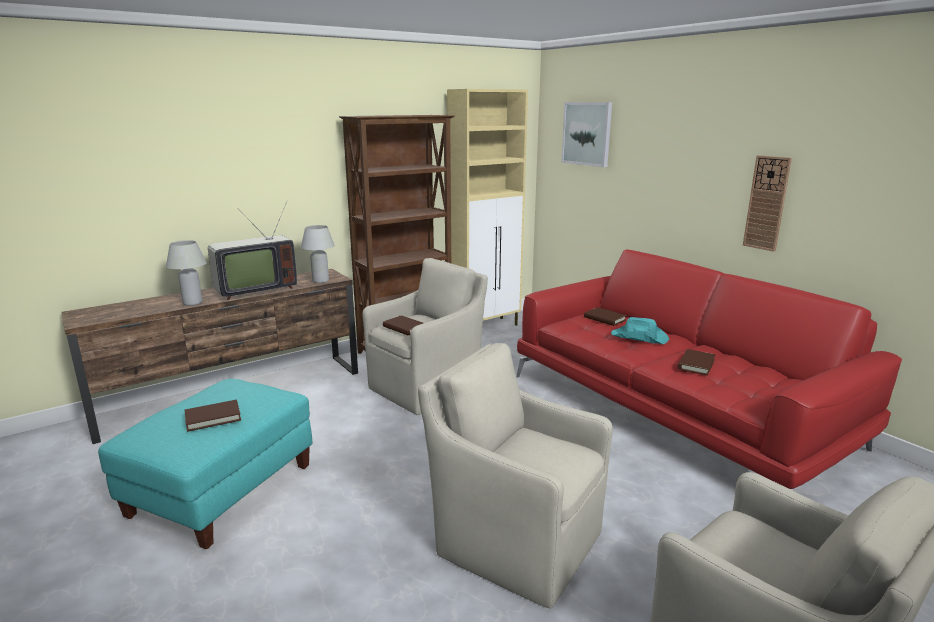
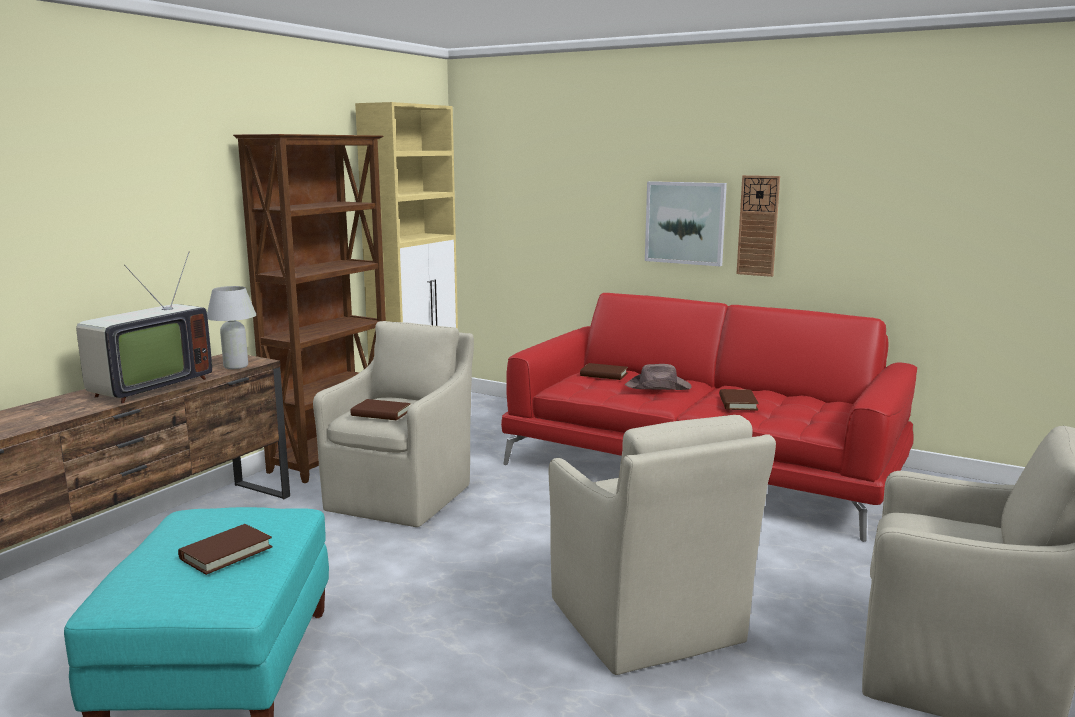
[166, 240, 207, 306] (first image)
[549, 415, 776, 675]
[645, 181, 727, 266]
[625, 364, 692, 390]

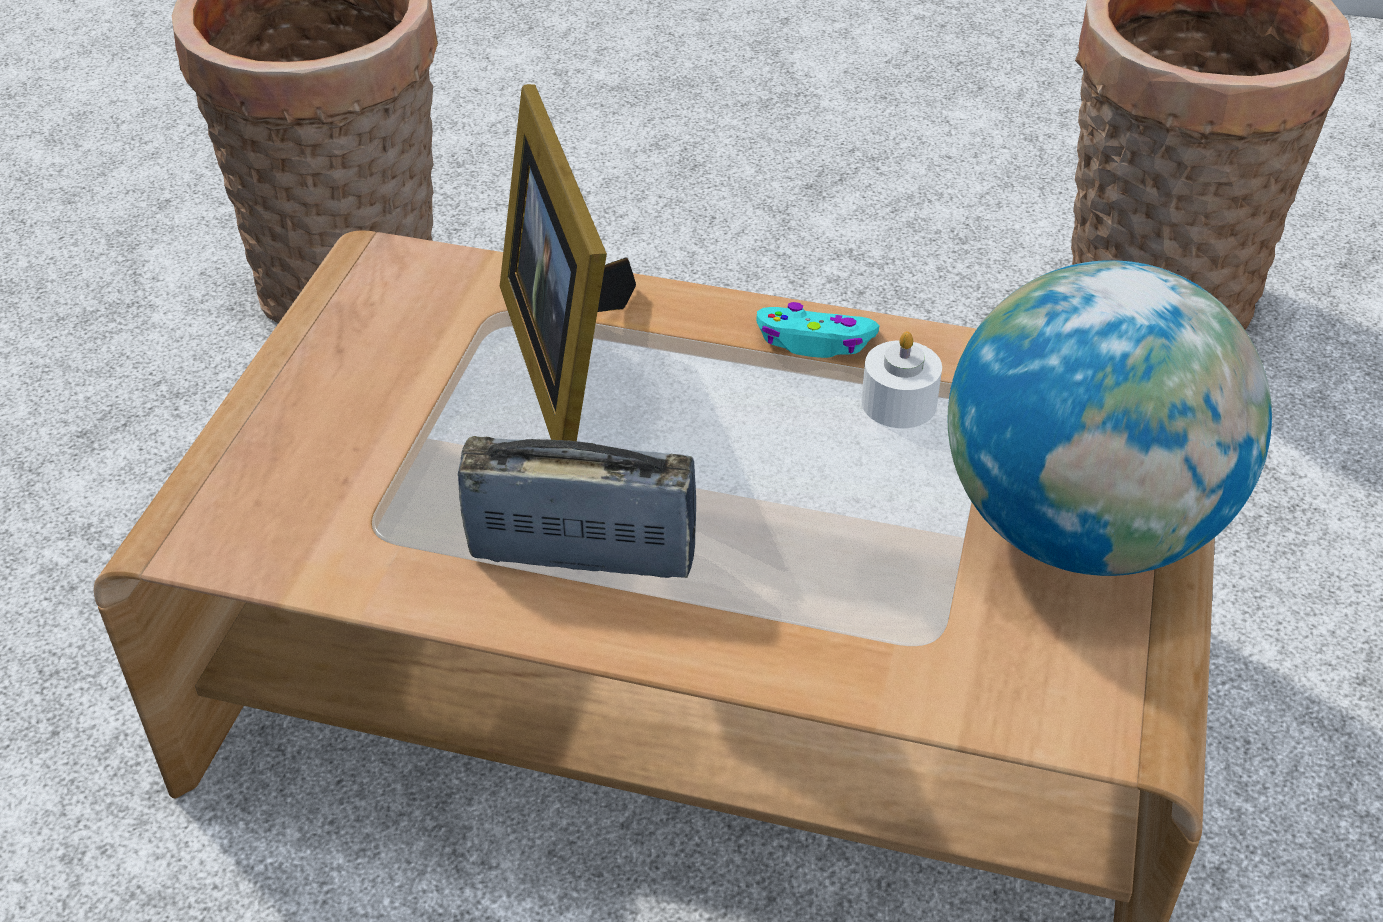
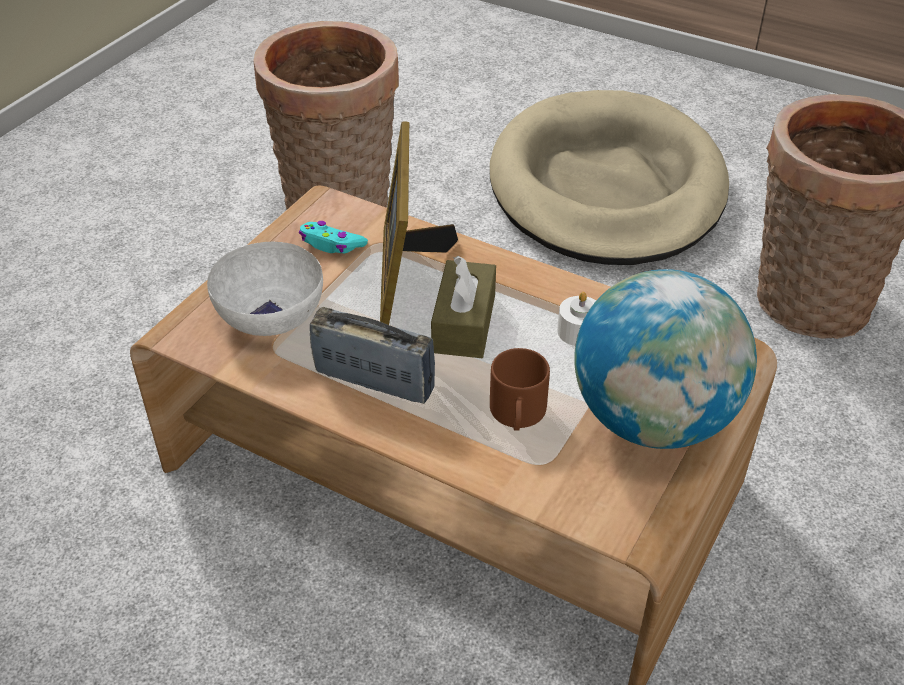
[299, 221, 368, 253]
[207, 242, 323, 336]
[431, 256, 496, 358]
[490, 90, 729, 265]
[490, 348, 550, 431]

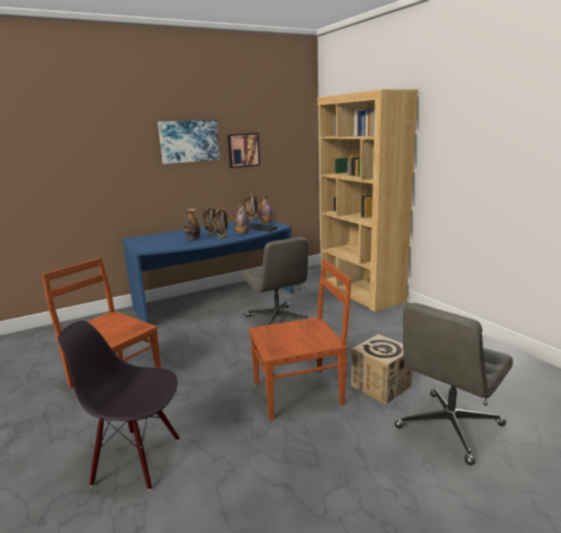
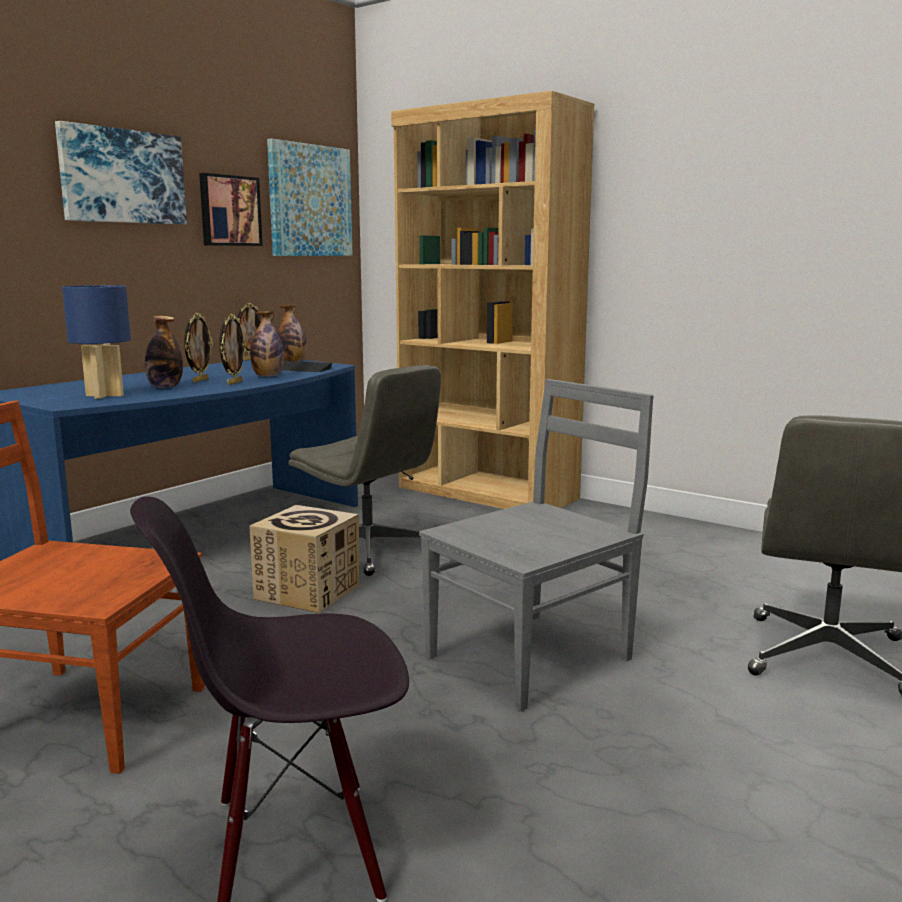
[419, 379, 654, 712]
[249, 505, 359, 613]
[62, 285, 131, 399]
[267, 139, 353, 256]

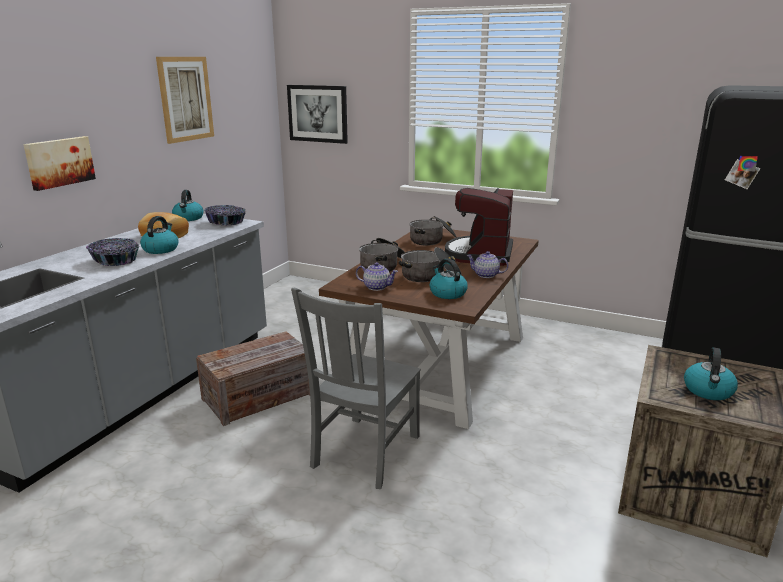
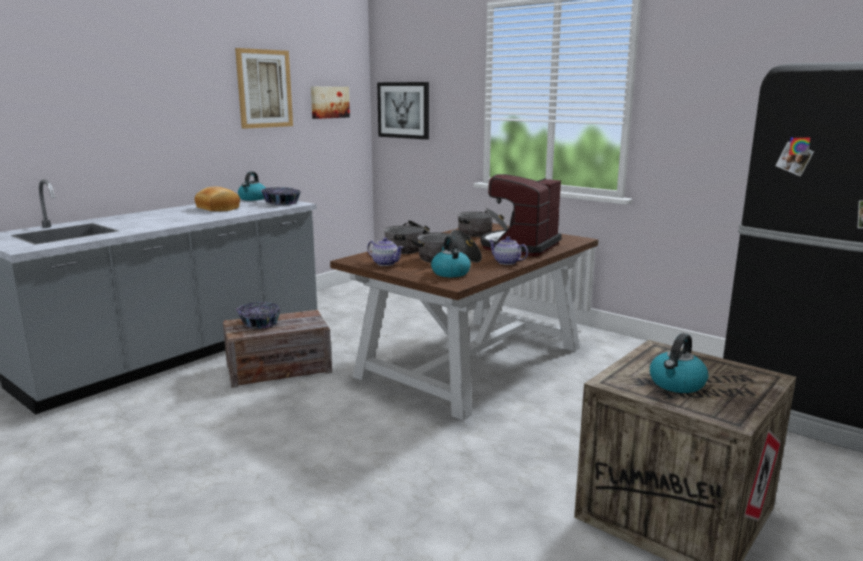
[311, 87, 350, 119]
[236, 302, 281, 329]
[140, 216, 179, 254] (first image)
[291, 288, 421, 489] (first image)

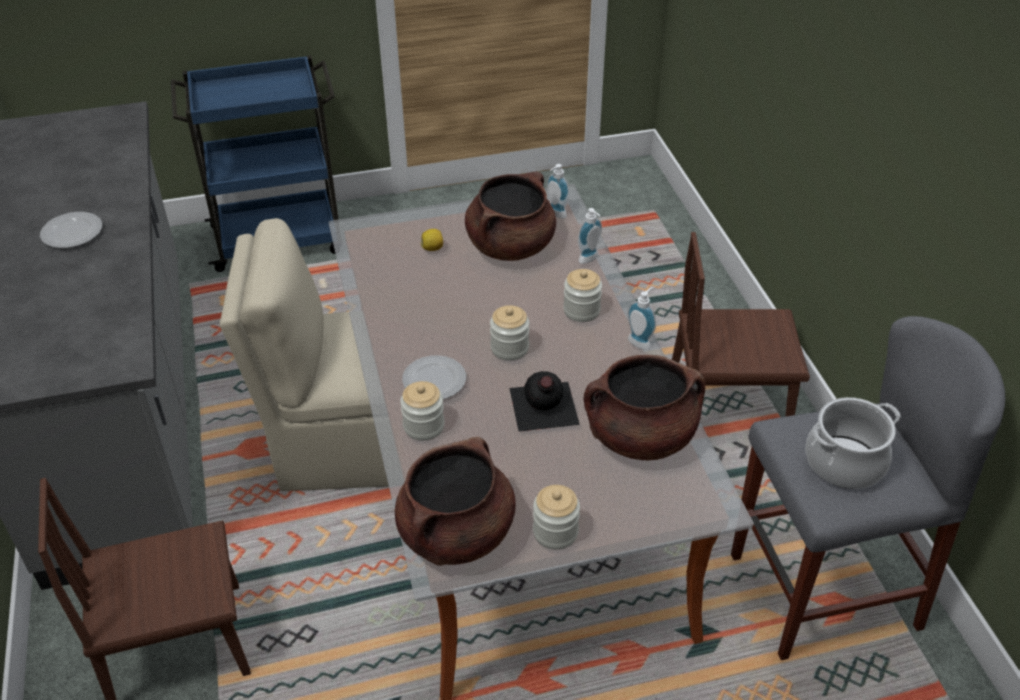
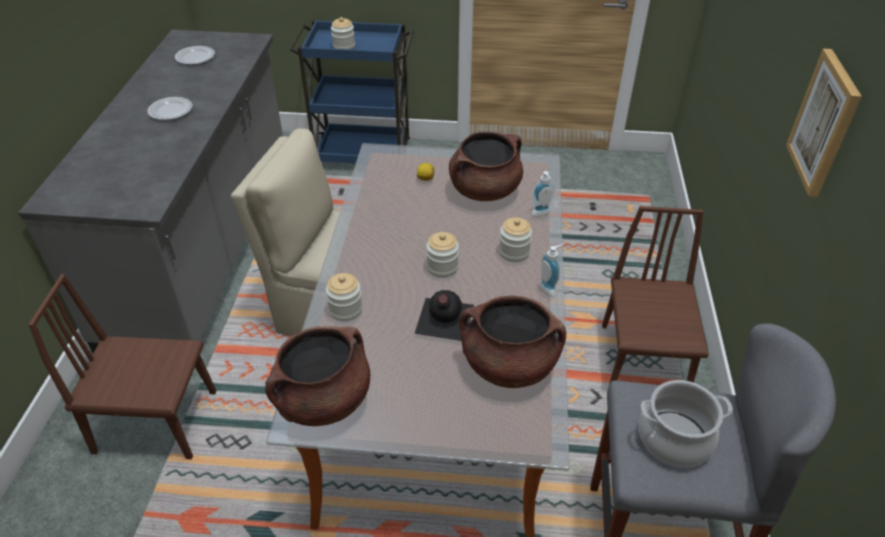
[175, 46, 215, 65]
[331, 17, 355, 49]
[547, 164, 569, 218] (first image)
[602, 206, 709, 385]
[786, 49, 862, 197]

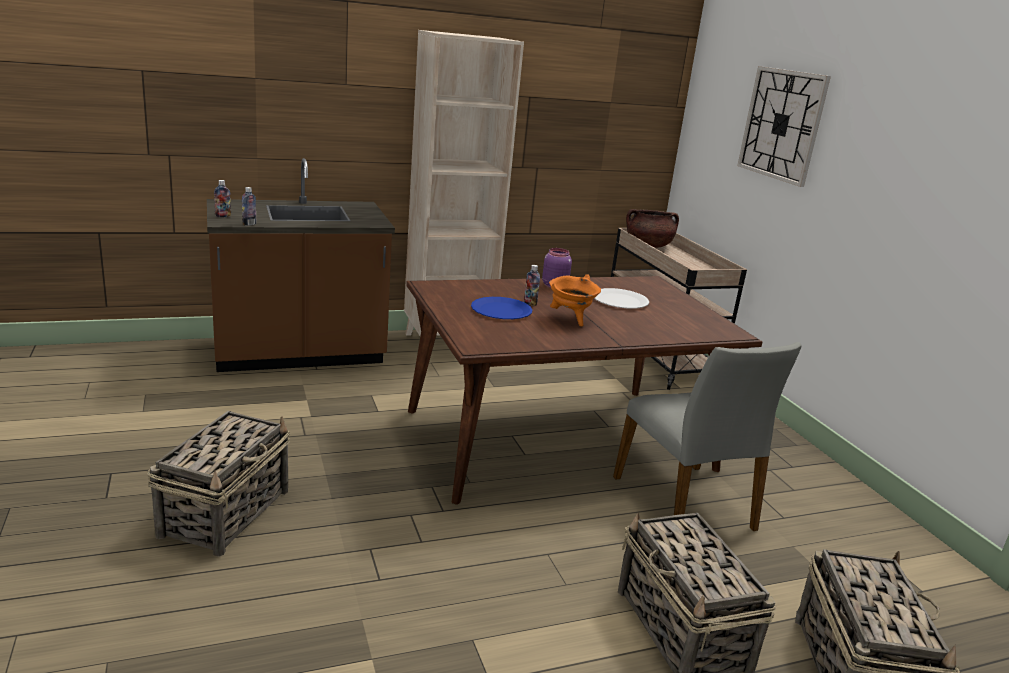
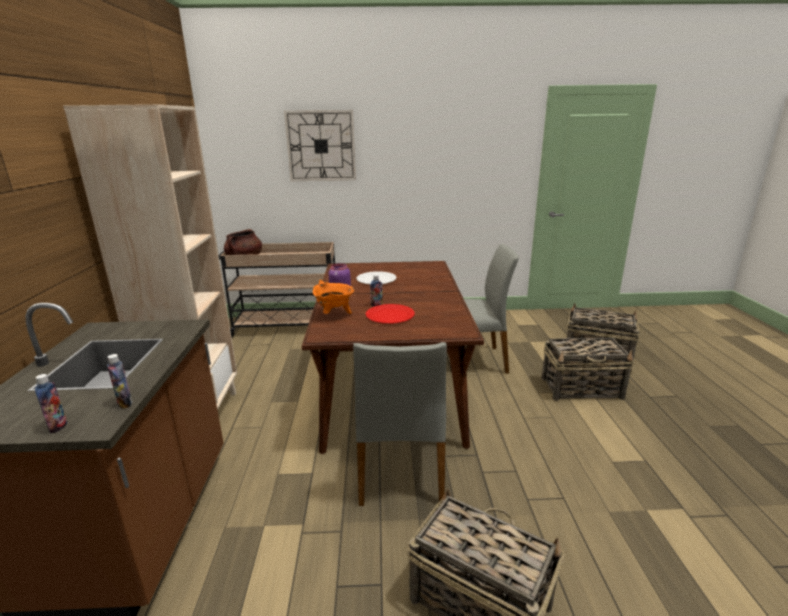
[366, 304, 415, 324]
[313, 280, 354, 314]
[353, 342, 447, 506]

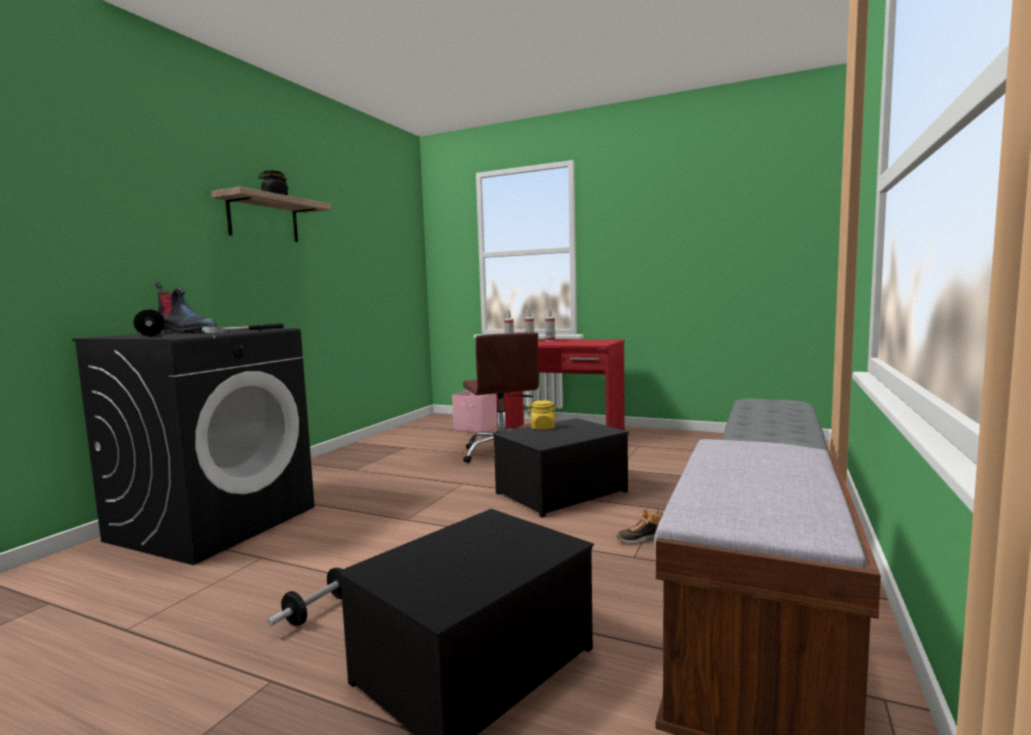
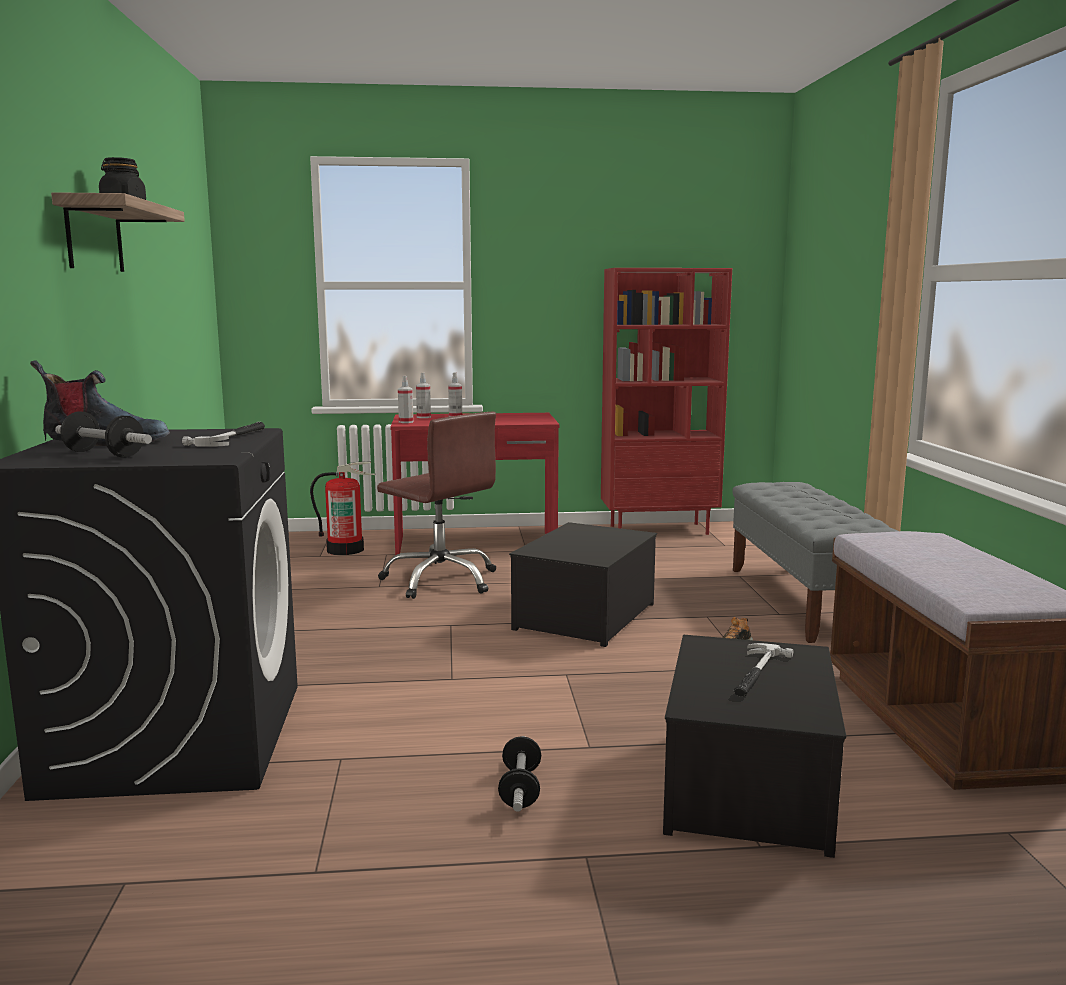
[310, 461, 375, 555]
[527, 401, 557, 430] (first image)
[601, 268, 732, 535]
[734, 643, 794, 697]

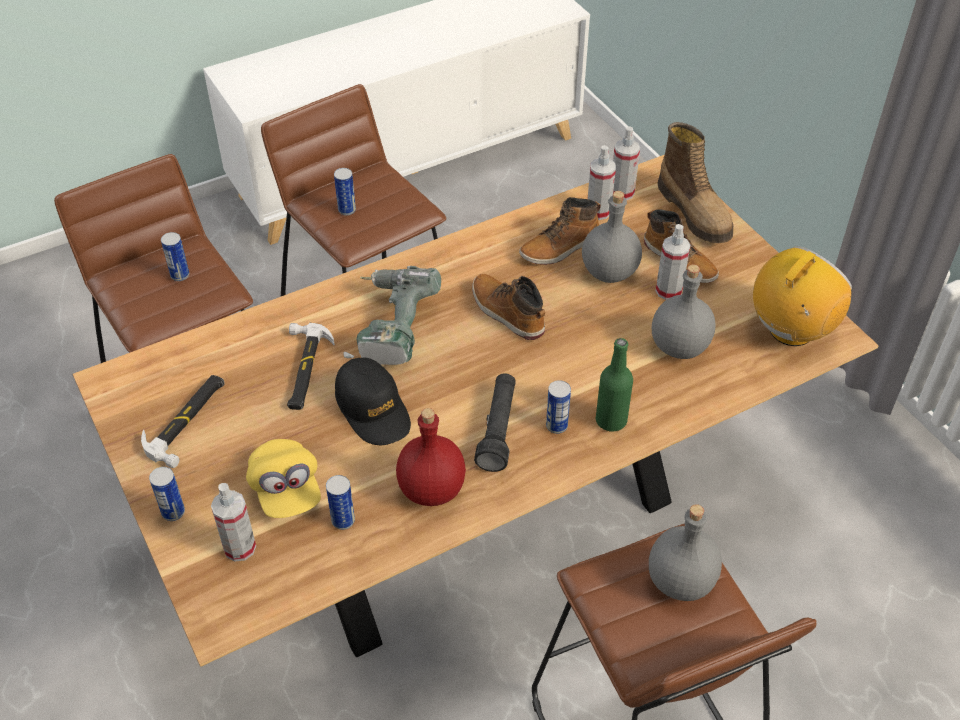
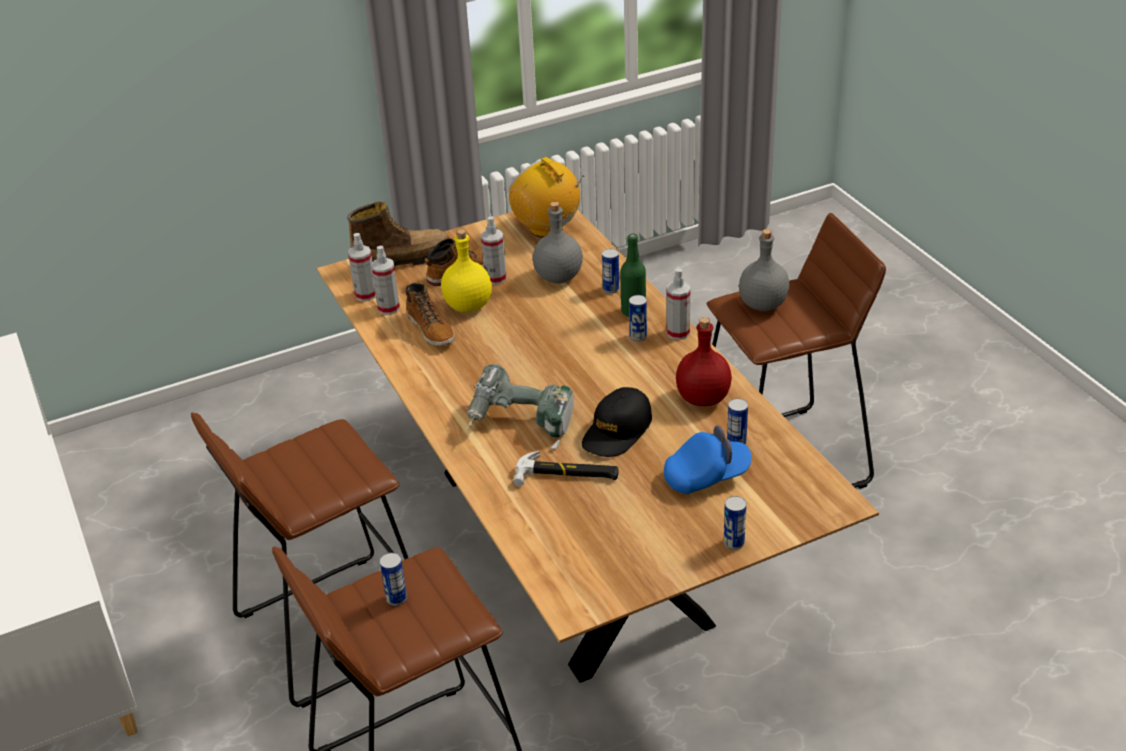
[141, 375, 224, 468] (first image)
[666, 268, 691, 340]
[664, 425, 752, 494]
[602, 249, 619, 294]
[582, 387, 652, 457]
[472, 274, 545, 340] (first image)
[474, 373, 516, 472] (first image)
[441, 229, 492, 312]

